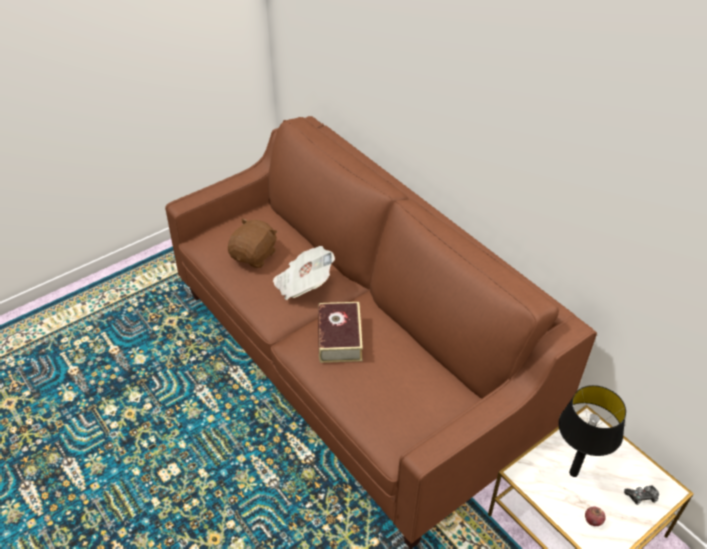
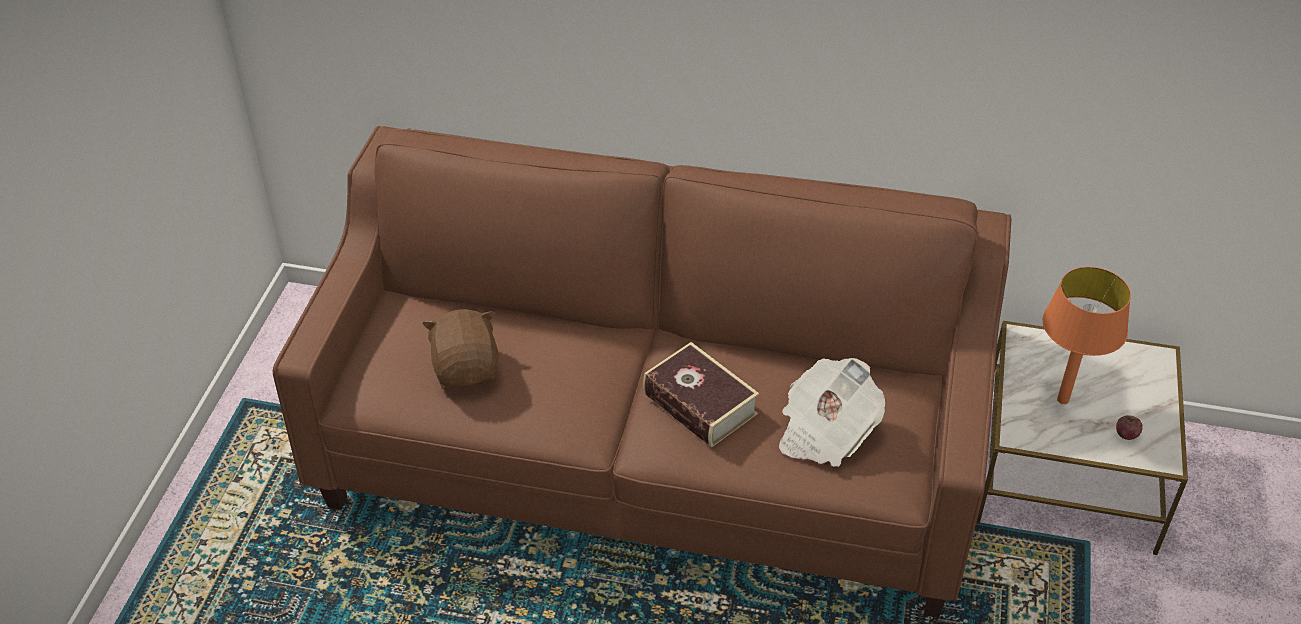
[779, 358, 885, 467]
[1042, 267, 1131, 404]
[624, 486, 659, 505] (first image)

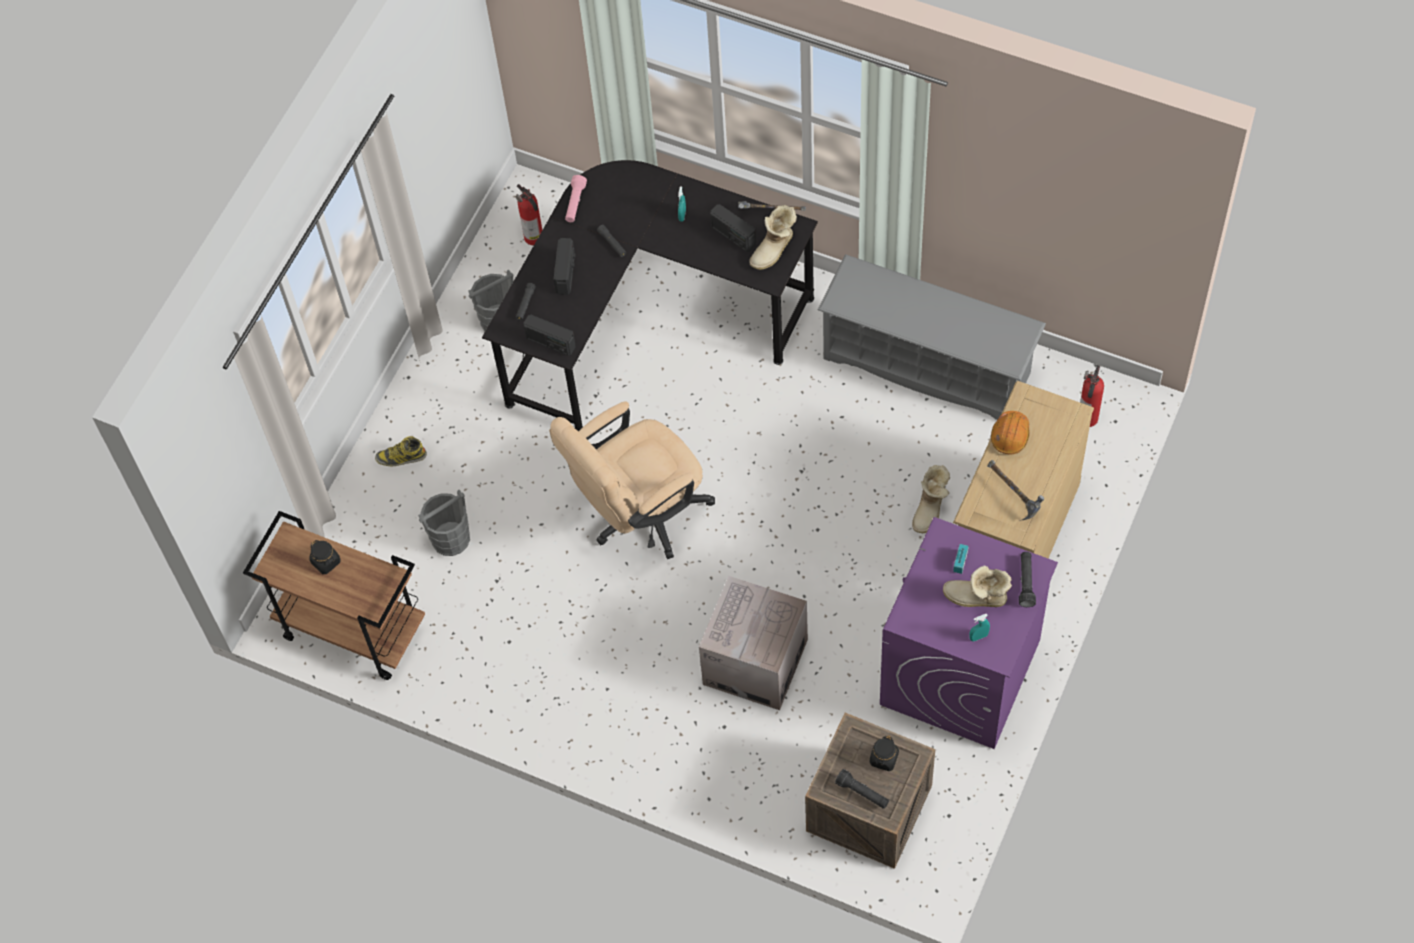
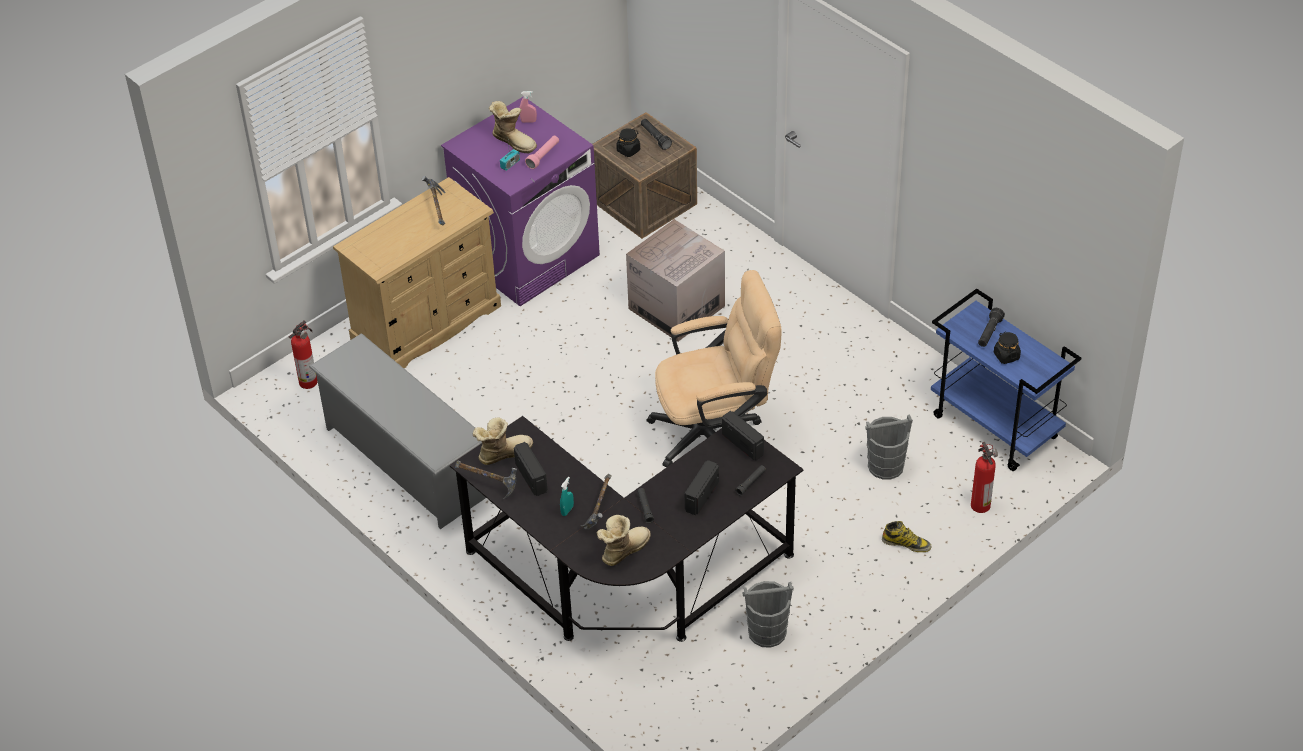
[931, 289, 1081, 471]
[971, 442, 998, 513]
[525, 136, 559, 169]
[597, 515, 651, 566]
[519, 91, 537, 123]
[991, 411, 1030, 454] (first image)
[978, 308, 1005, 347]
[580, 474, 612, 529]

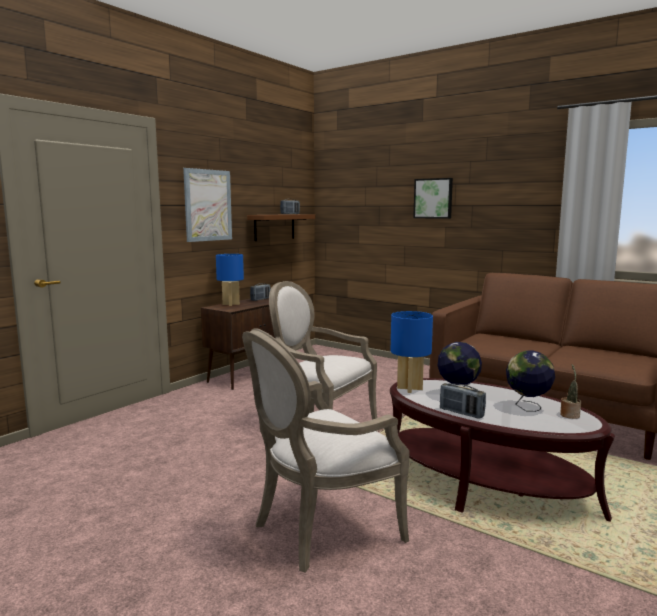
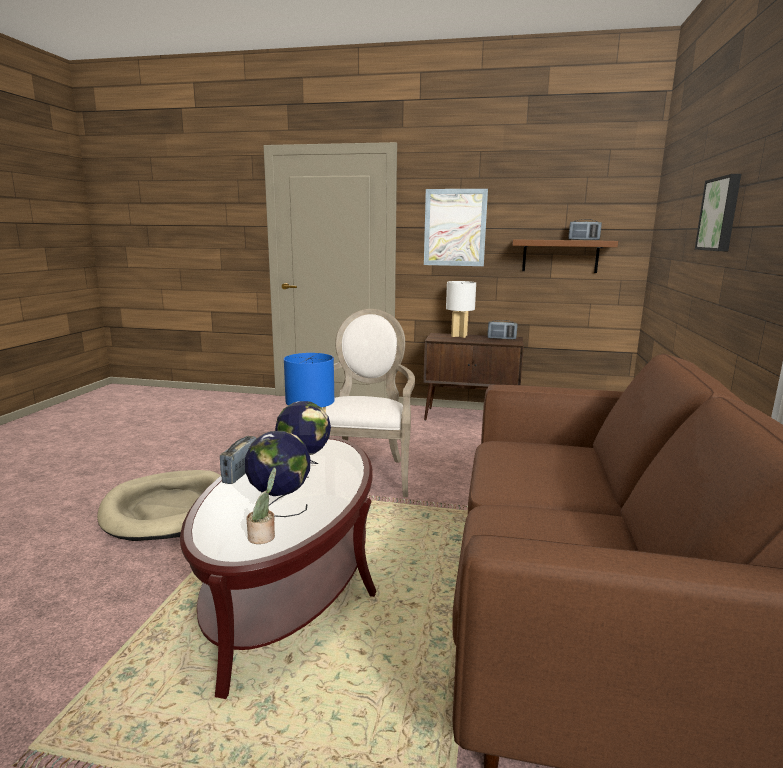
[446, 281, 476, 338]
[97, 470, 221, 541]

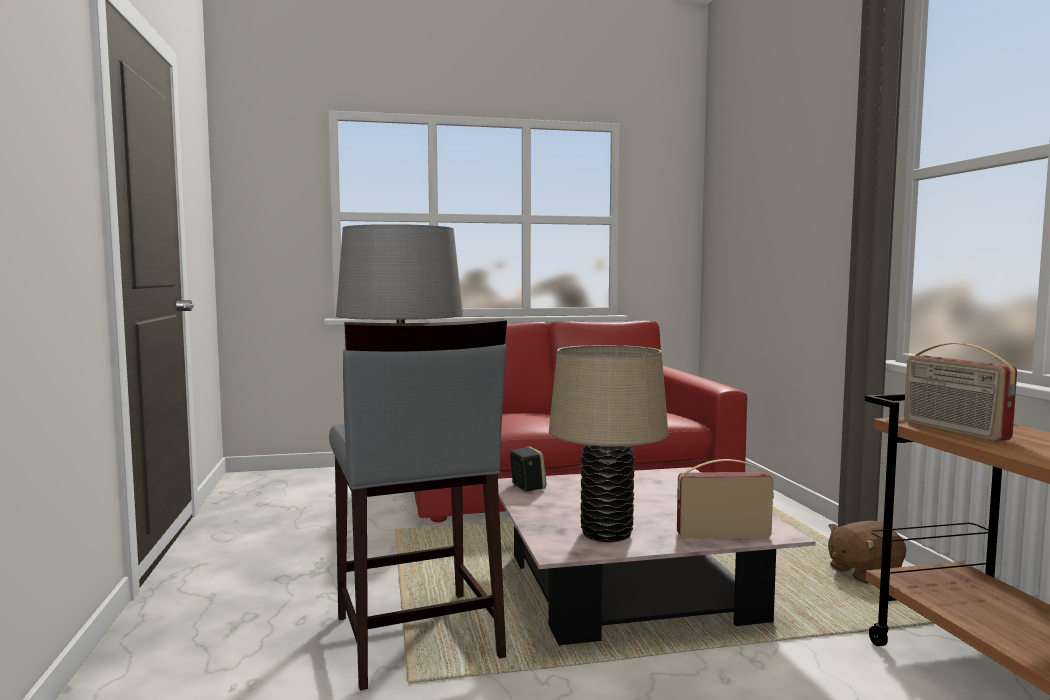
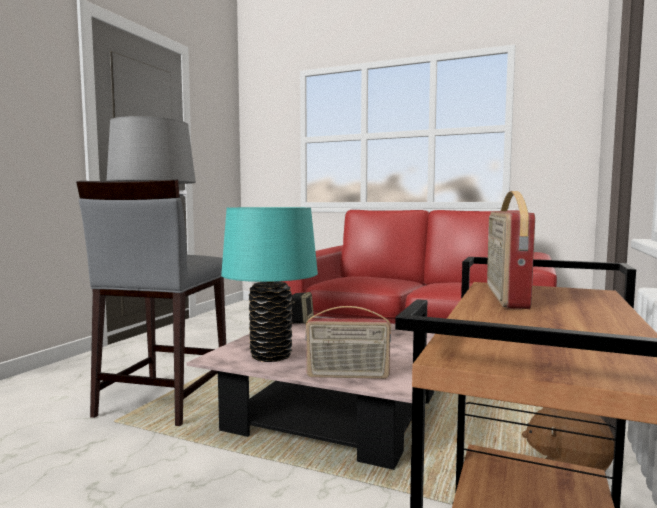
[221, 207, 318, 362]
[305, 306, 391, 379]

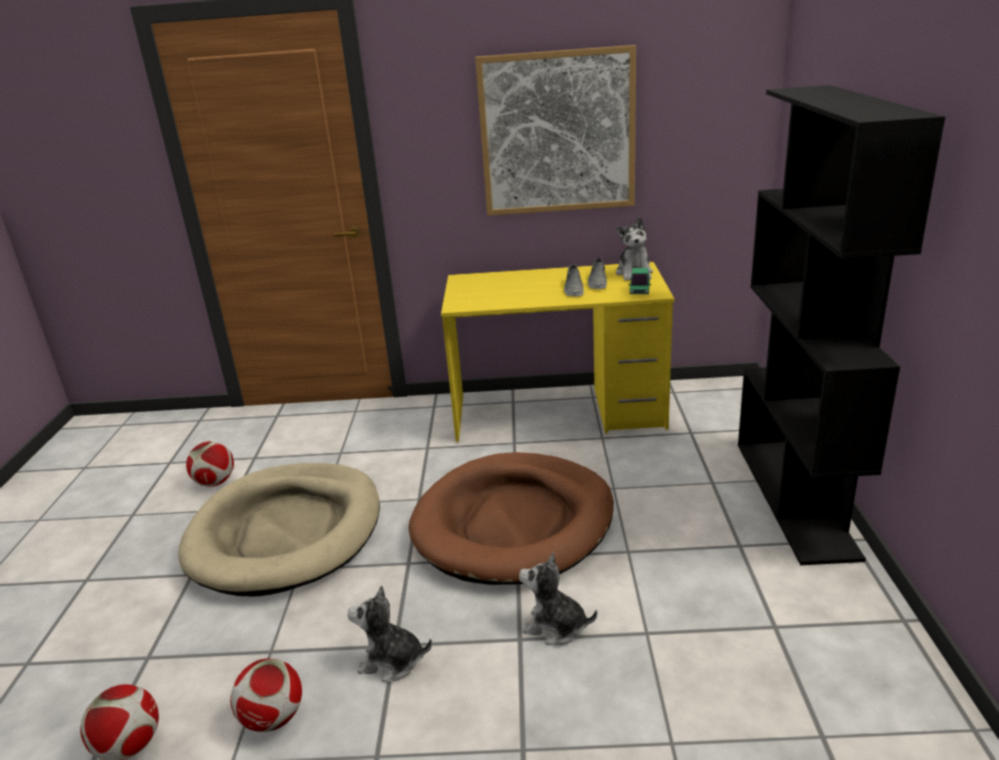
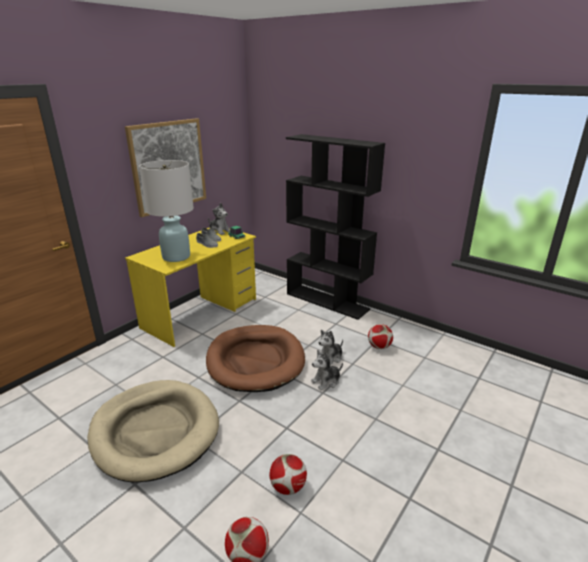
[368, 324, 393, 349]
[319, 330, 343, 365]
[139, 160, 194, 262]

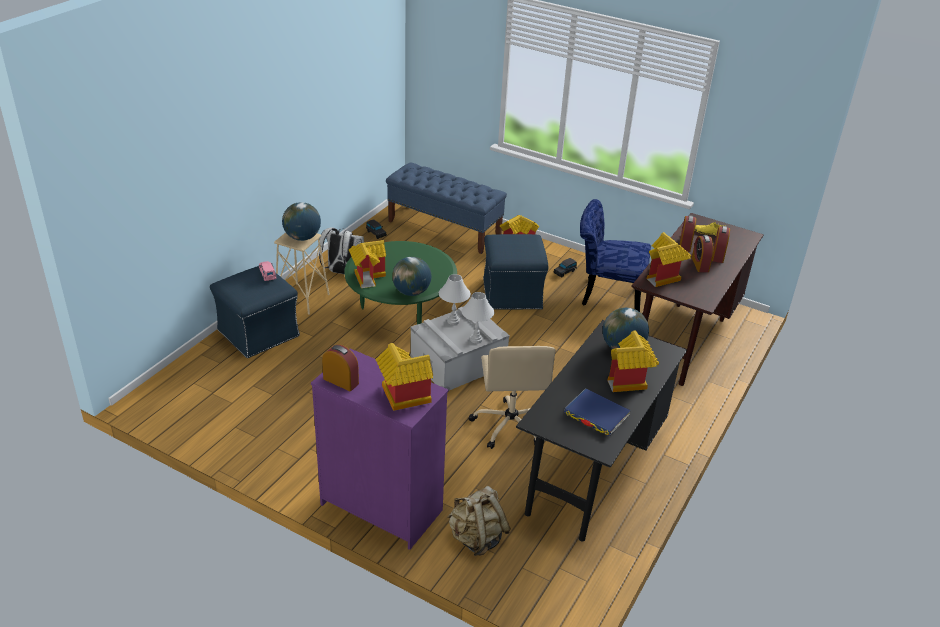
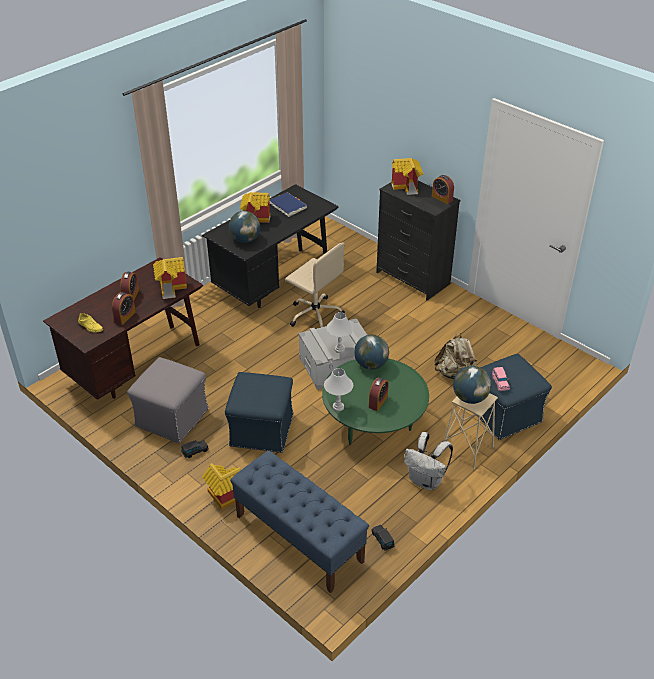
[376, 181, 460, 300]
[349, 240, 386, 288] (first image)
[435, 332, 477, 379]
[324, 368, 353, 411]
[285, 242, 345, 328]
[127, 357, 209, 443]
[369, 377, 389, 411]

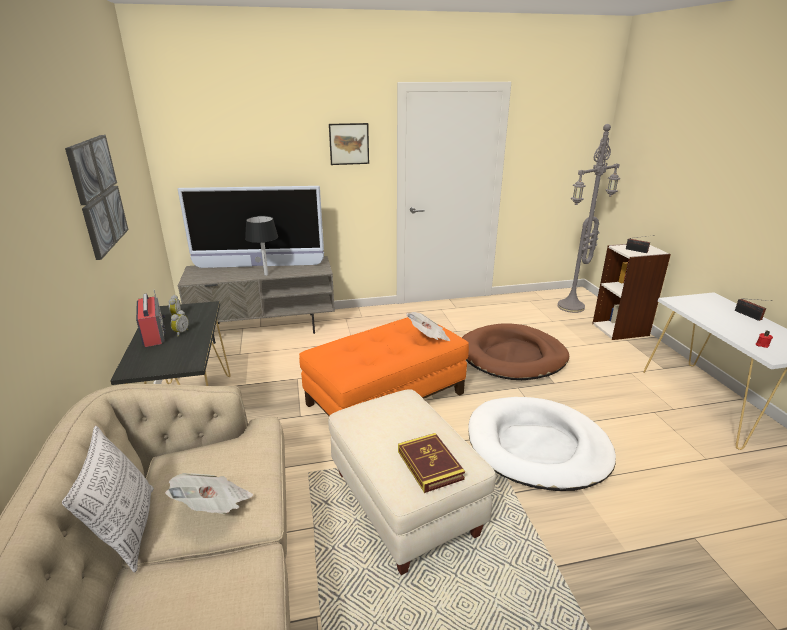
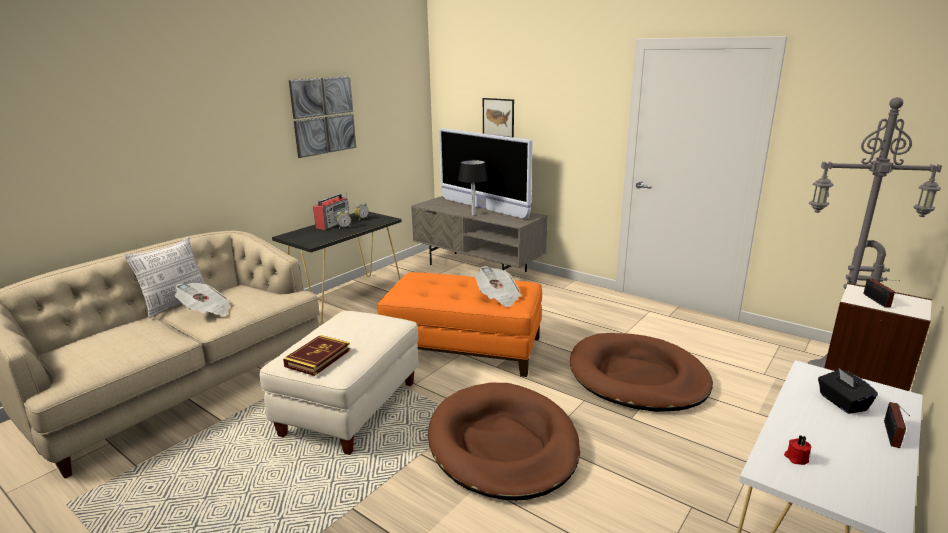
[483, 98, 514, 138]
[428, 383, 580, 501]
[818, 368, 878, 414]

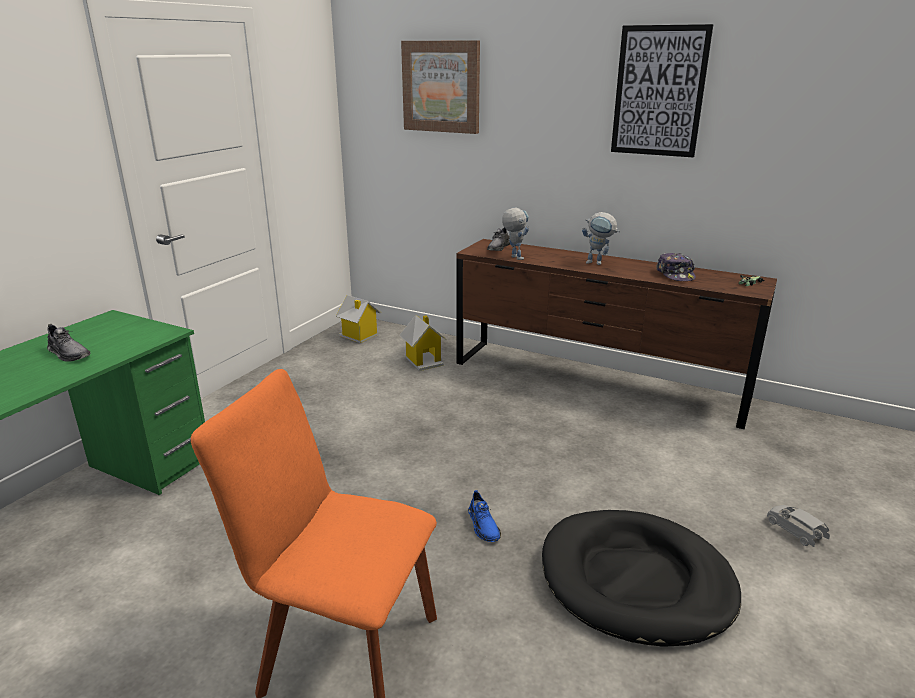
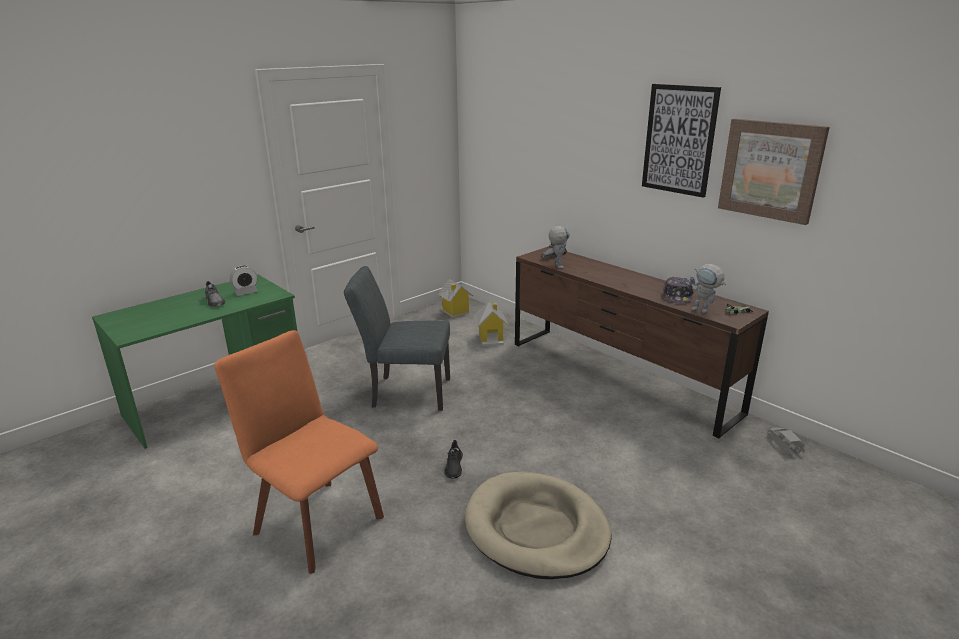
[718, 119, 830, 225]
[444, 440, 463, 479]
[465, 472, 611, 579]
[690, 264, 726, 313]
[767, 427, 805, 454]
[230, 265, 258, 296]
[344, 266, 450, 411]

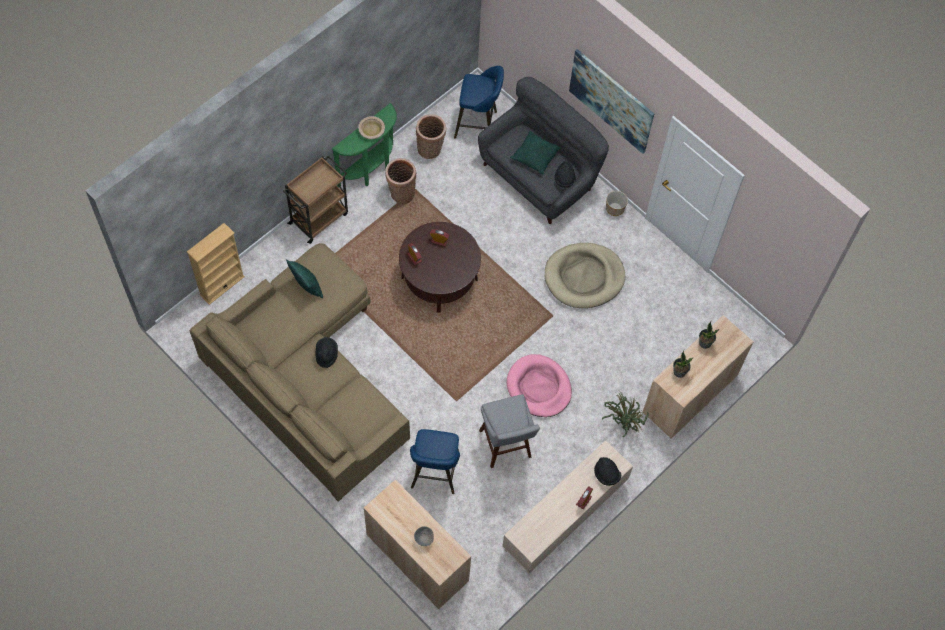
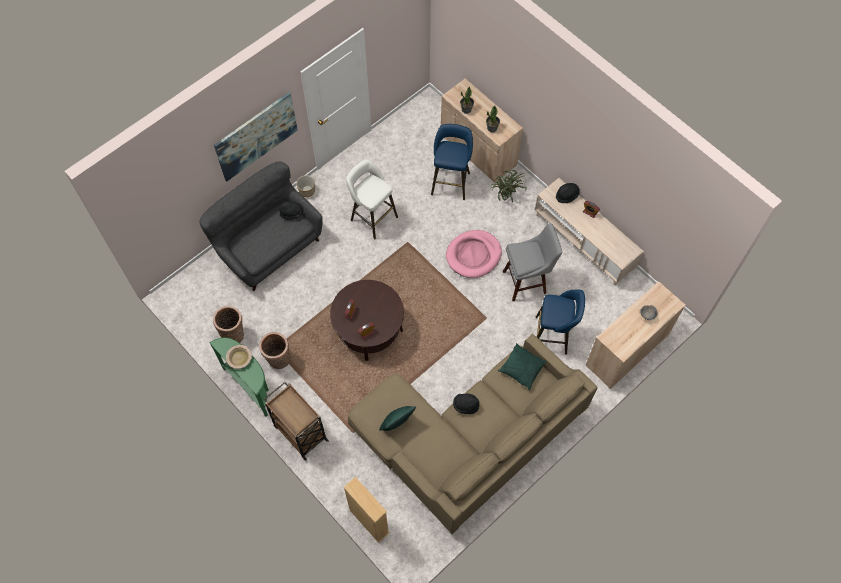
[431, 124, 473, 200]
[498, 343, 546, 390]
[346, 159, 398, 240]

